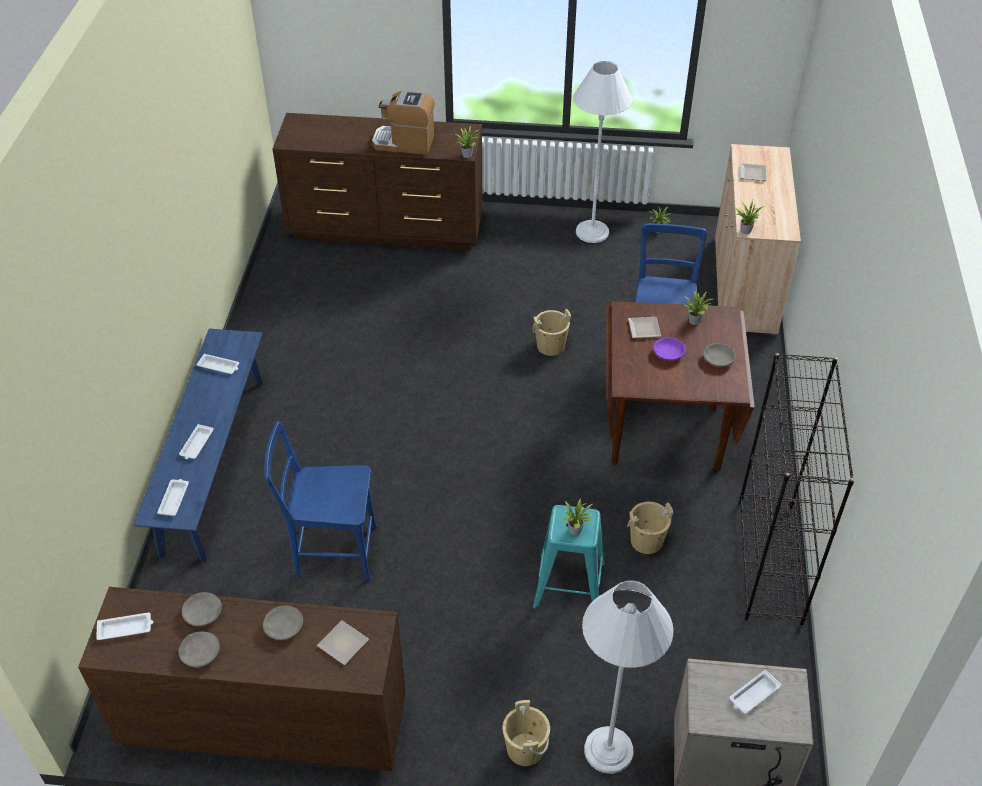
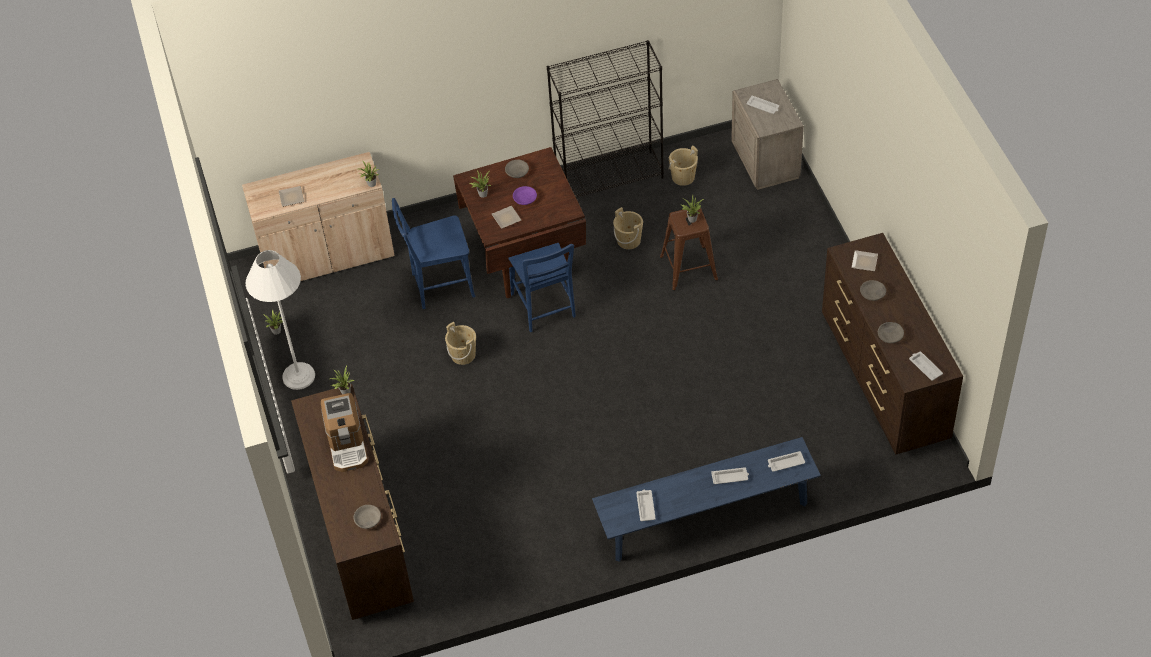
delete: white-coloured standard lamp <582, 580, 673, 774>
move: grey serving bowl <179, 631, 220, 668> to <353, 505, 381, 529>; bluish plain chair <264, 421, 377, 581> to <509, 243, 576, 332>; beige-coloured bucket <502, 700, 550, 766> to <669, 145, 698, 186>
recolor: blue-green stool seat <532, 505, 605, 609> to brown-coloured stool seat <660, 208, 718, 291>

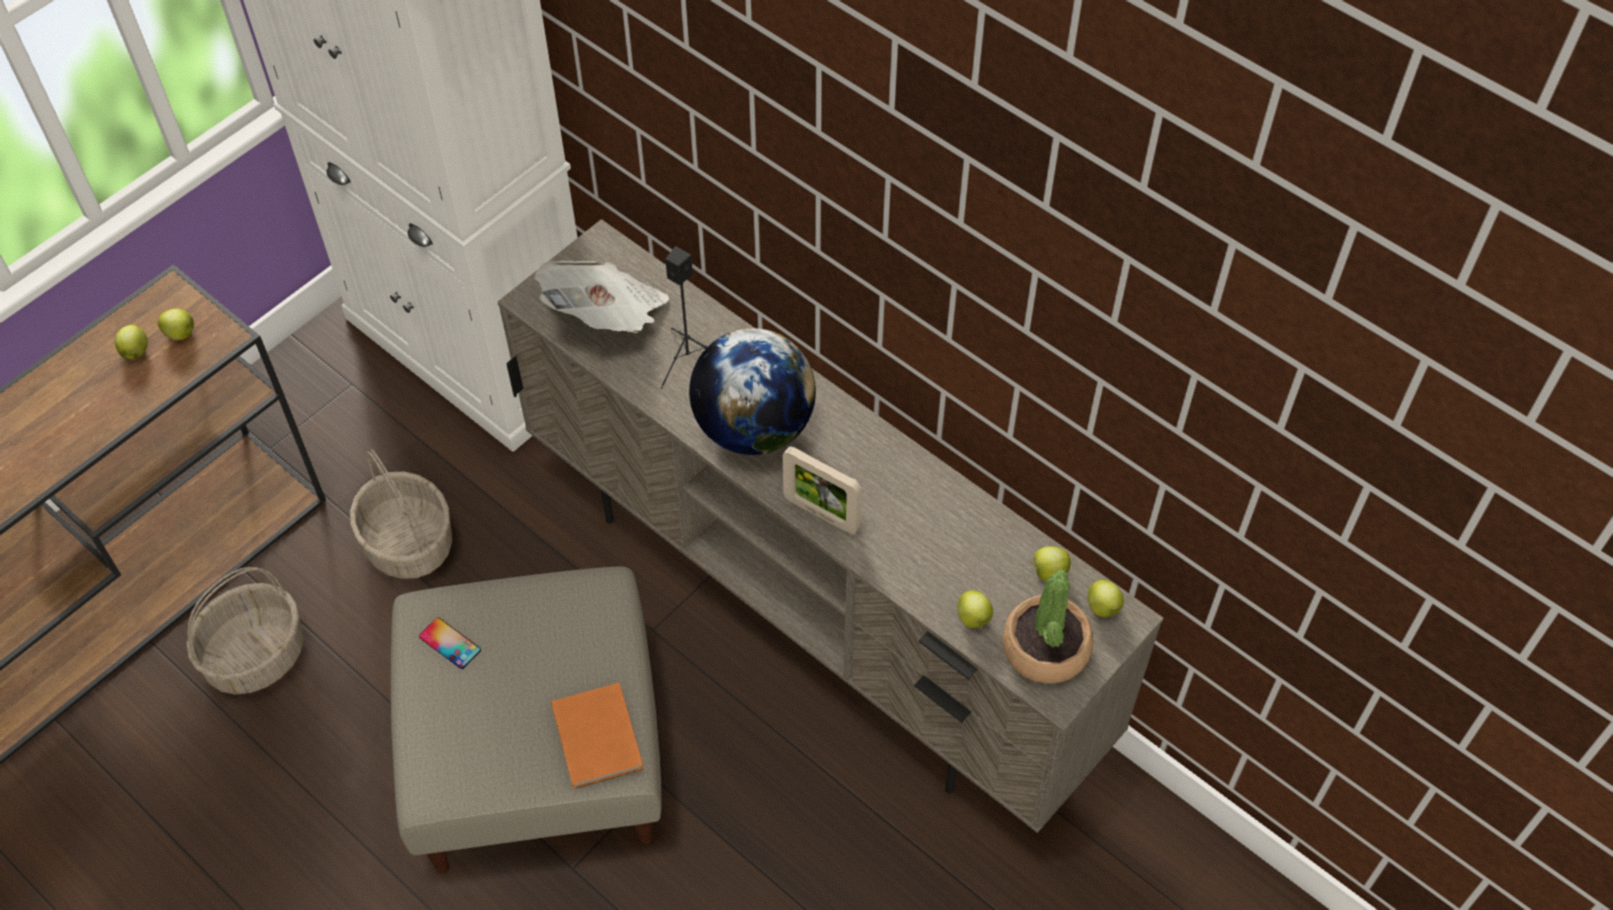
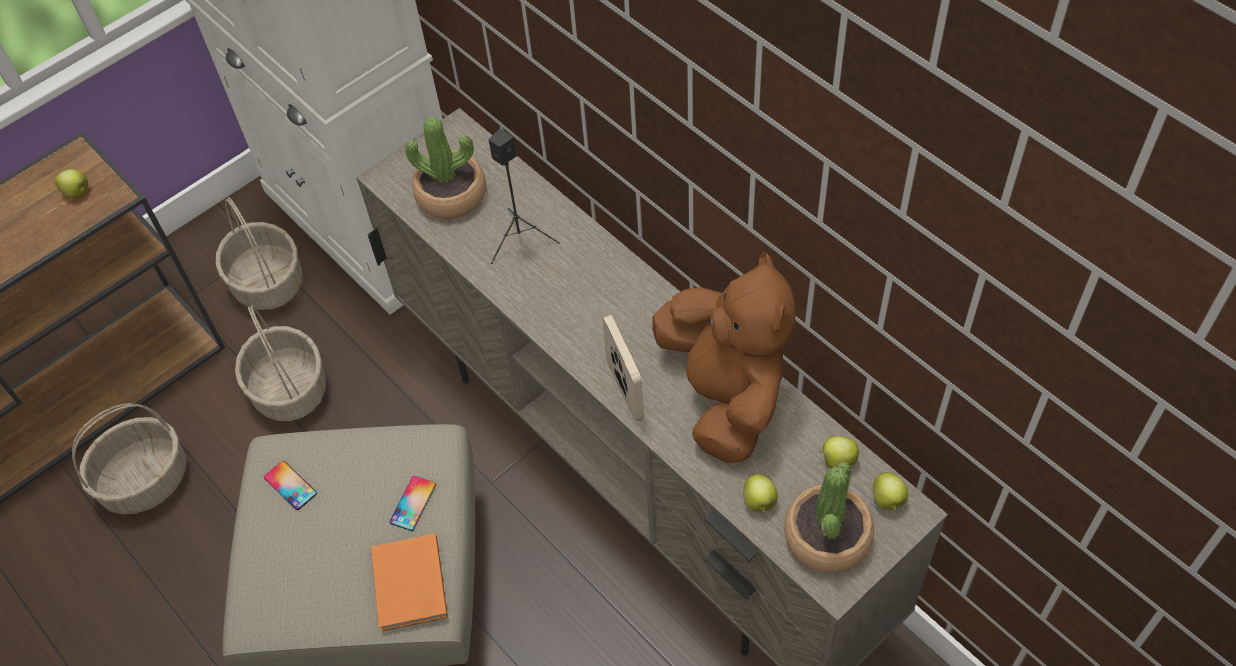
delete: whole apple <115, 325, 148, 360>; desk globe <689, 328, 816, 455>
insert: storage basket <216, 197, 303, 310>; telephone <389, 476, 436, 531>; brown-coloured plush toy <652, 251, 796, 463>
replace: daily paper <535, 261, 669, 333> to plant in a pot <405, 117, 486, 219>
rotate: picture frame <783, 446, 862, 535> = <602, 315, 644, 421> 150 degrees counterclockwise

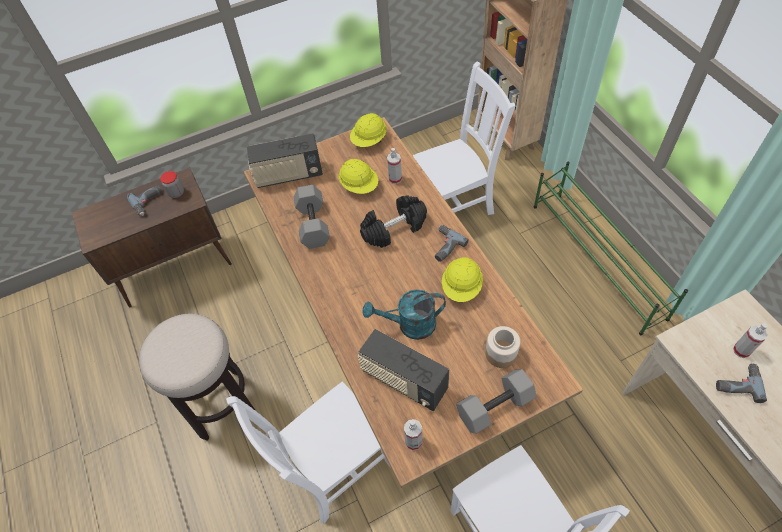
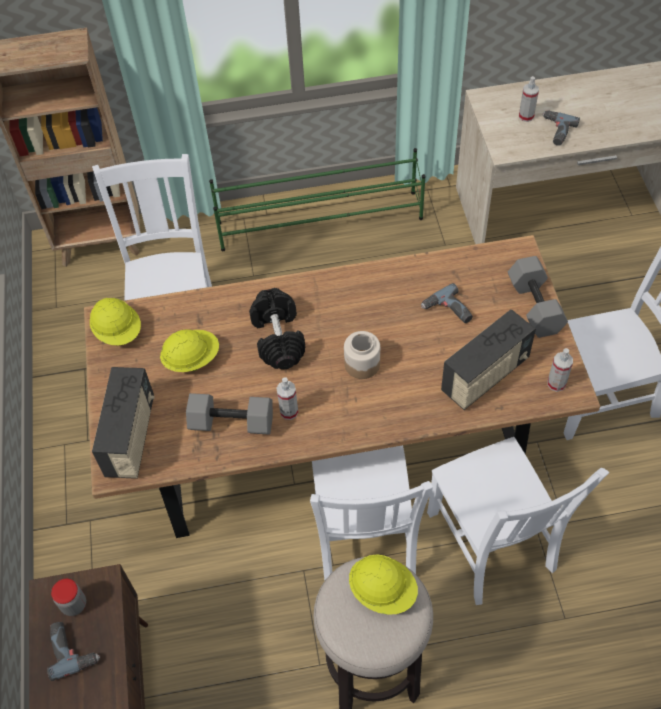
delete: blue-green watering can <363, 289, 446, 340>
insert: white-coloured plain chair <310, 445, 433, 581>
move: hand sprayer <387, 148, 402, 184> to <276, 377, 299, 420>; drill <435, 225, 469, 262> to <421, 283, 473, 323>; yellowish work helmet <442, 257, 483, 302> to <349, 555, 418, 615>; storage jar <485, 326, 520, 368> to <344, 331, 380, 379>

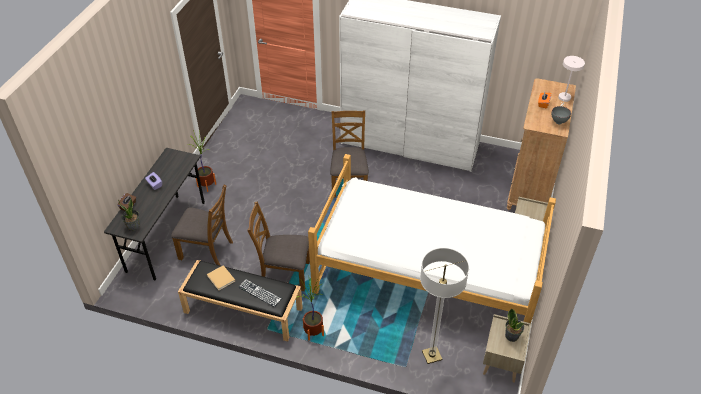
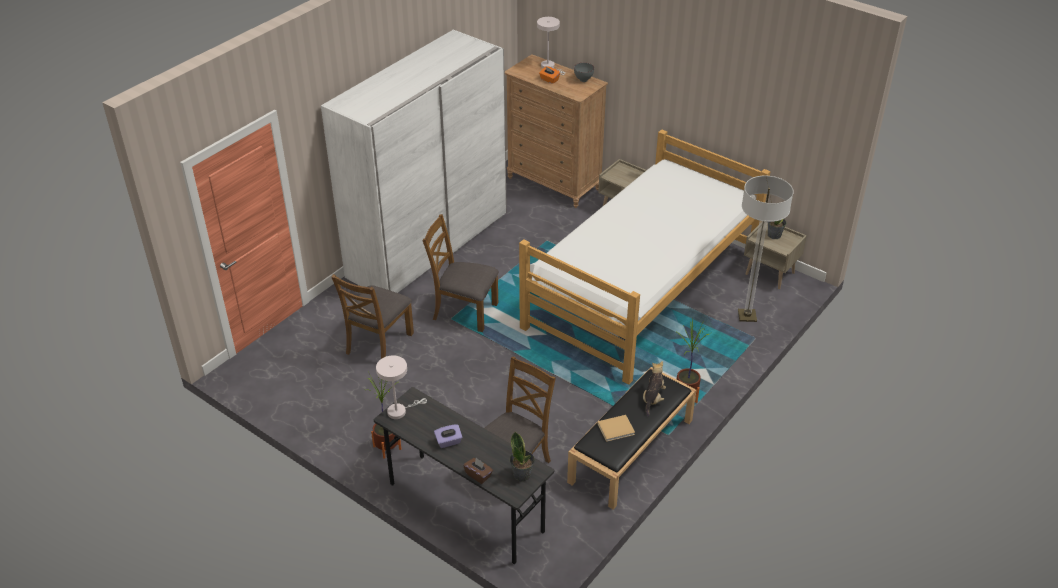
insert: white-coloured tabletop lamp <376, 355, 427, 419>
move: brown-coloured plain chair <247, 201, 310, 291> to <331, 274, 414, 359>
replace: keyboard <238, 279, 282, 307> to plush toy <643, 361, 666, 417>

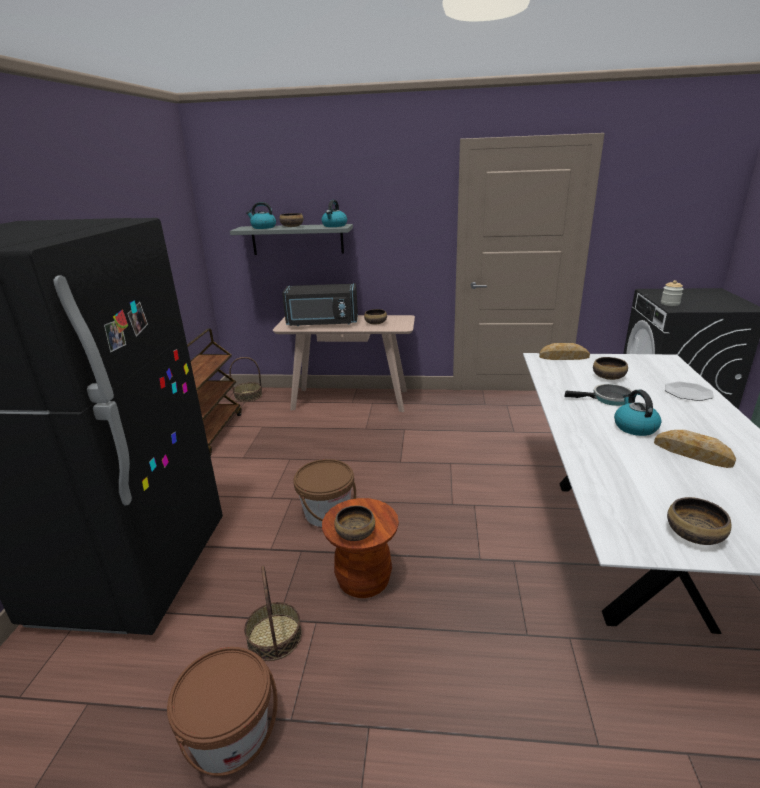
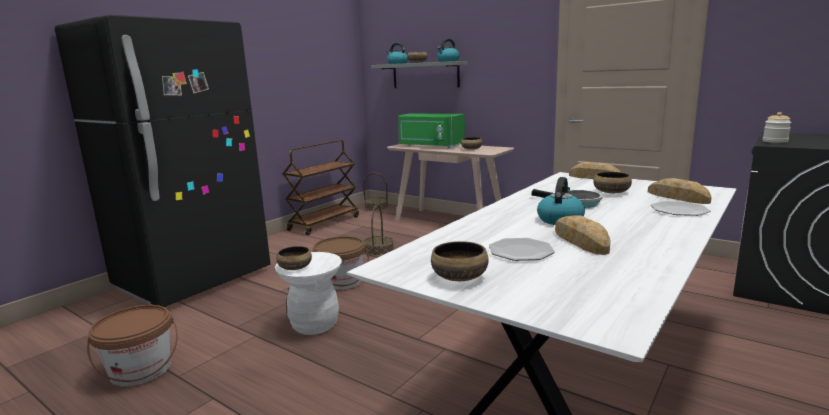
insert: flat dish <489, 238, 555, 261>; bread <648, 178, 712, 204>
move: storage basket <244, 565, 302, 661> to <363, 205, 394, 256>
recolor: black microwave <282, 284, 358, 326> to green-coloured microwave <398, 113, 465, 148>; brown-coloured stool seat <322, 498, 399, 598> to white-coloured stool seat <275, 252, 342, 335>

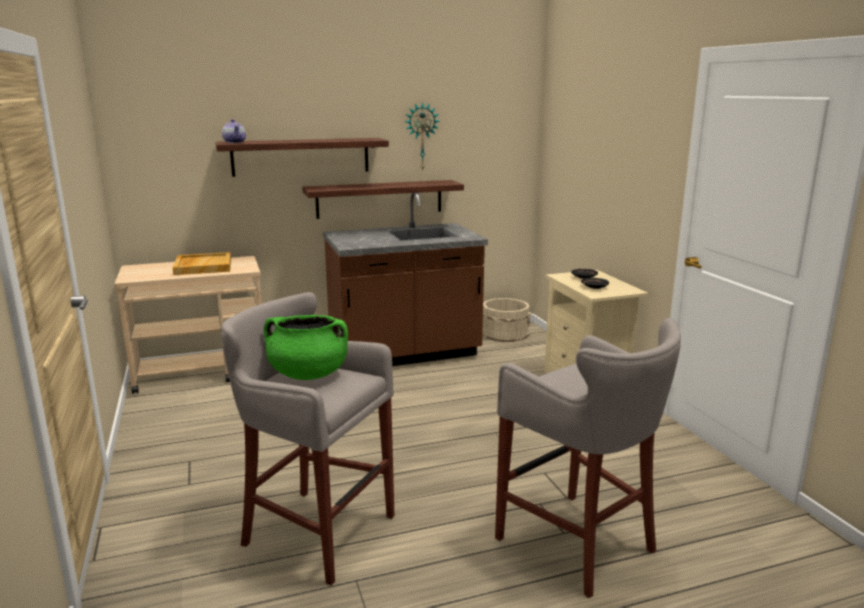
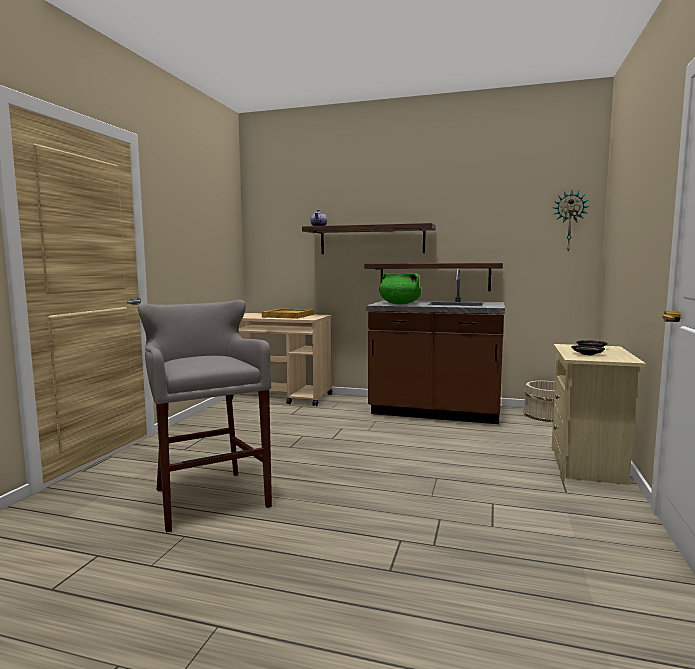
delete: grey stool seat <495, 318, 681, 598>
move: green-coloured saucepot <264, 315, 348, 380> to <379, 273, 421, 304>; clock on the wall <405, 102, 440, 171> to <553, 191, 589, 252>

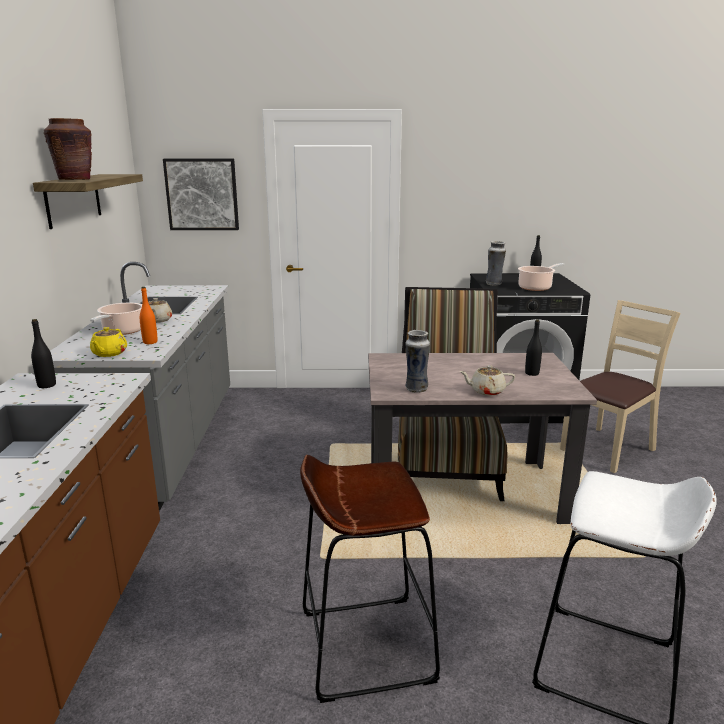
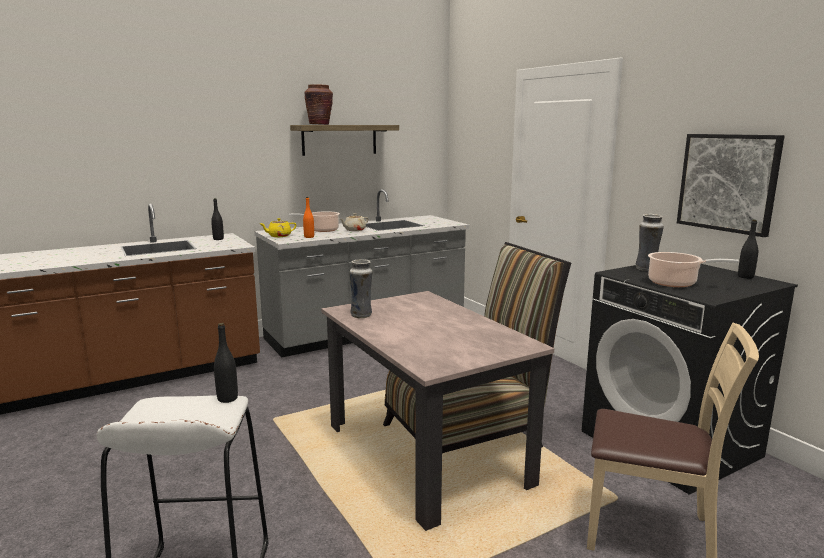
delete: brown-coloured stool seat <300, 455, 440, 703>; beige-coloured teapot <459, 365, 515, 396>
move: picture <163, 159, 239, 230> to <677, 134, 785, 237>; black bottle <525, 320, 542, 376> to <214, 323, 238, 403>

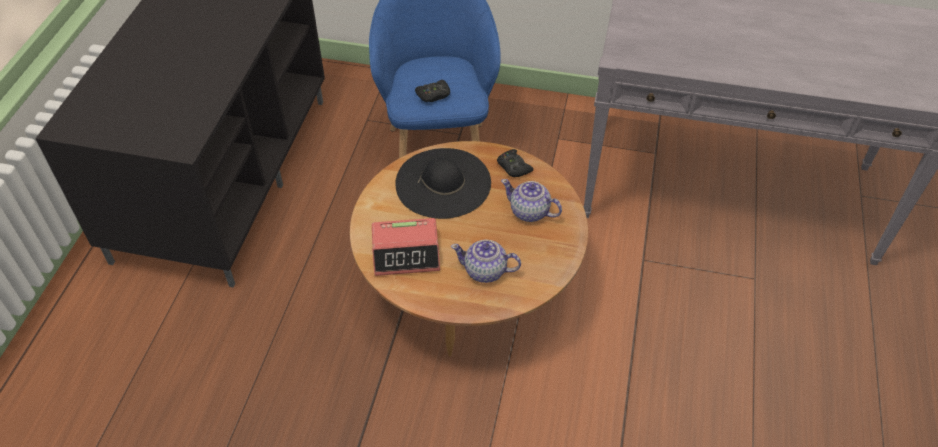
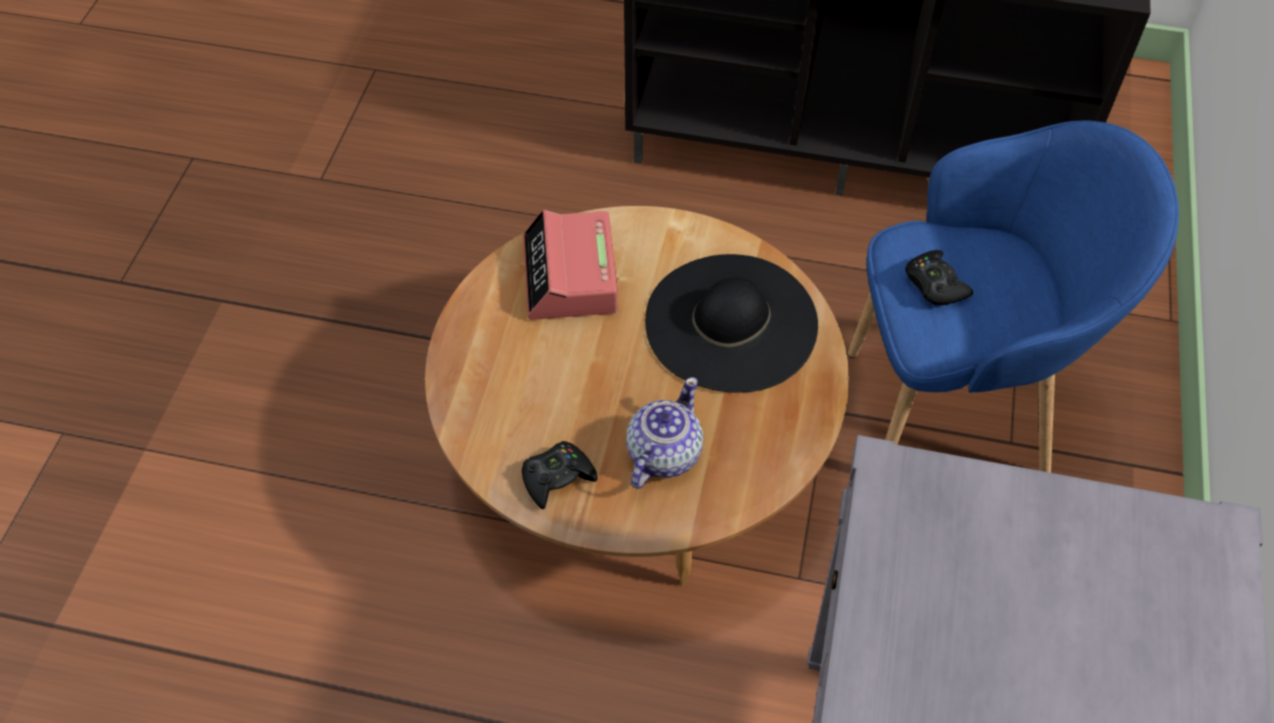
delete: teapot <451, 240, 521, 283>
move: black gamepad <497, 149, 533, 177> to <522, 441, 598, 509>

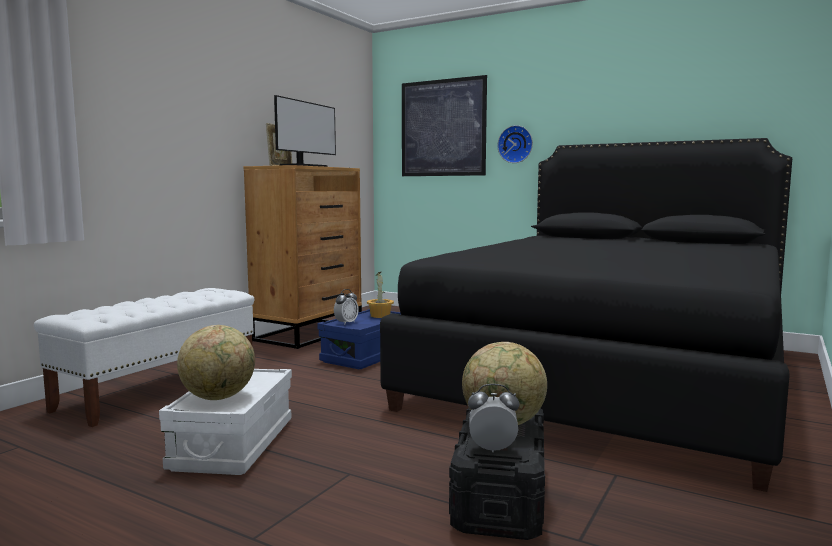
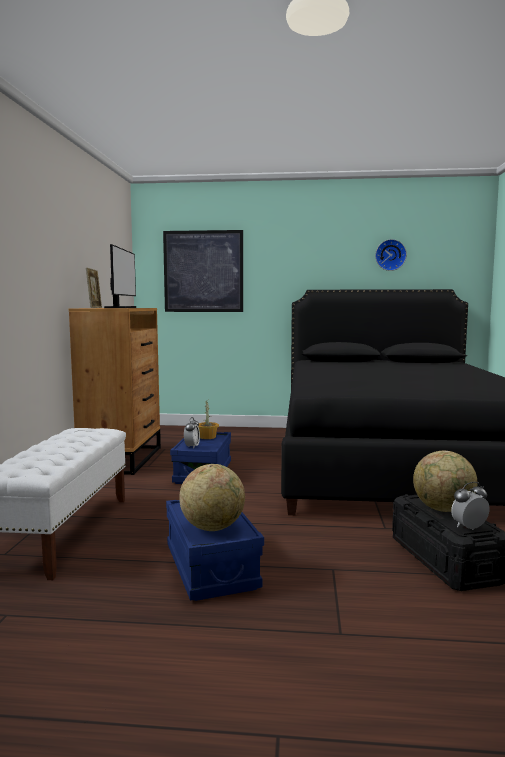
move: clock on the wall <497, 125, 533, 163> to <375, 239, 407, 271>
recolor: white-coloured storage container <159, 369, 292, 475> to bluish storage container <166, 500, 264, 601>

